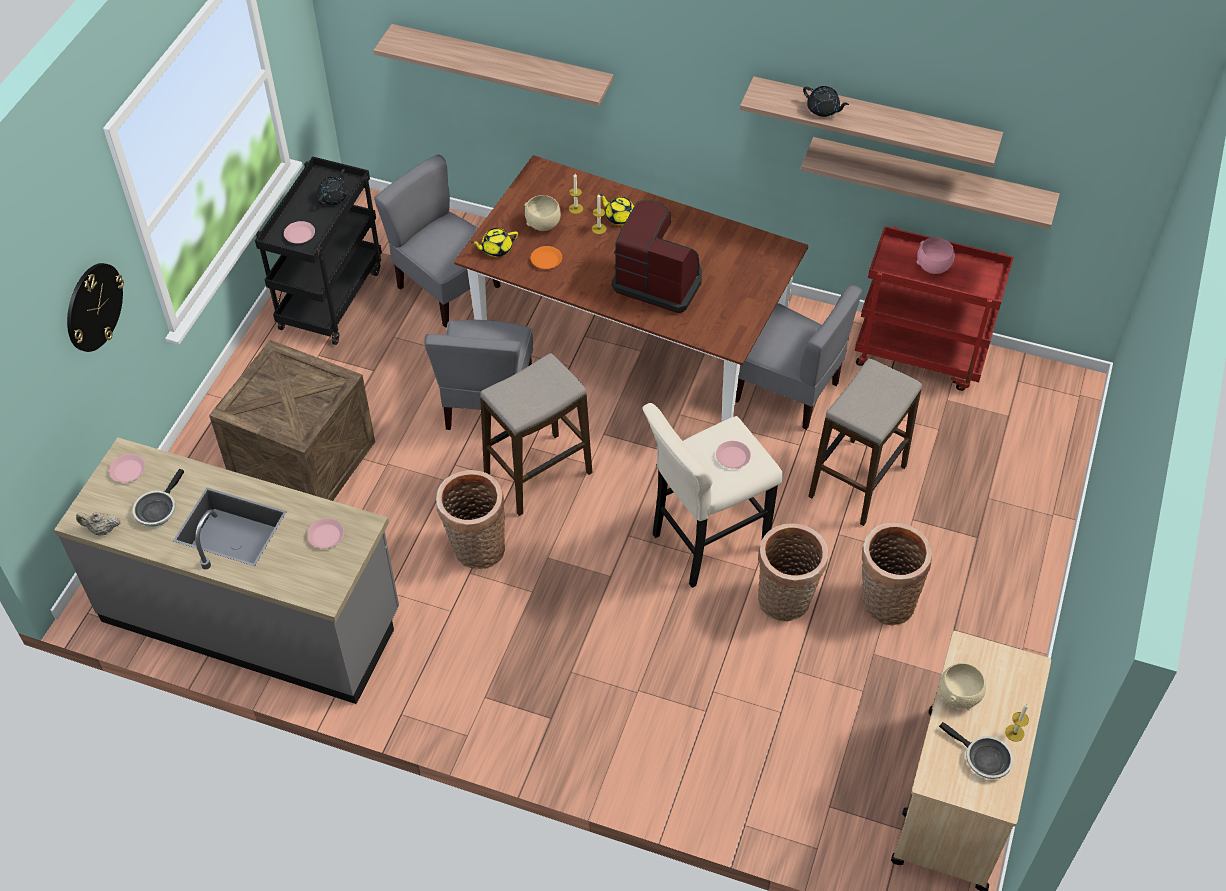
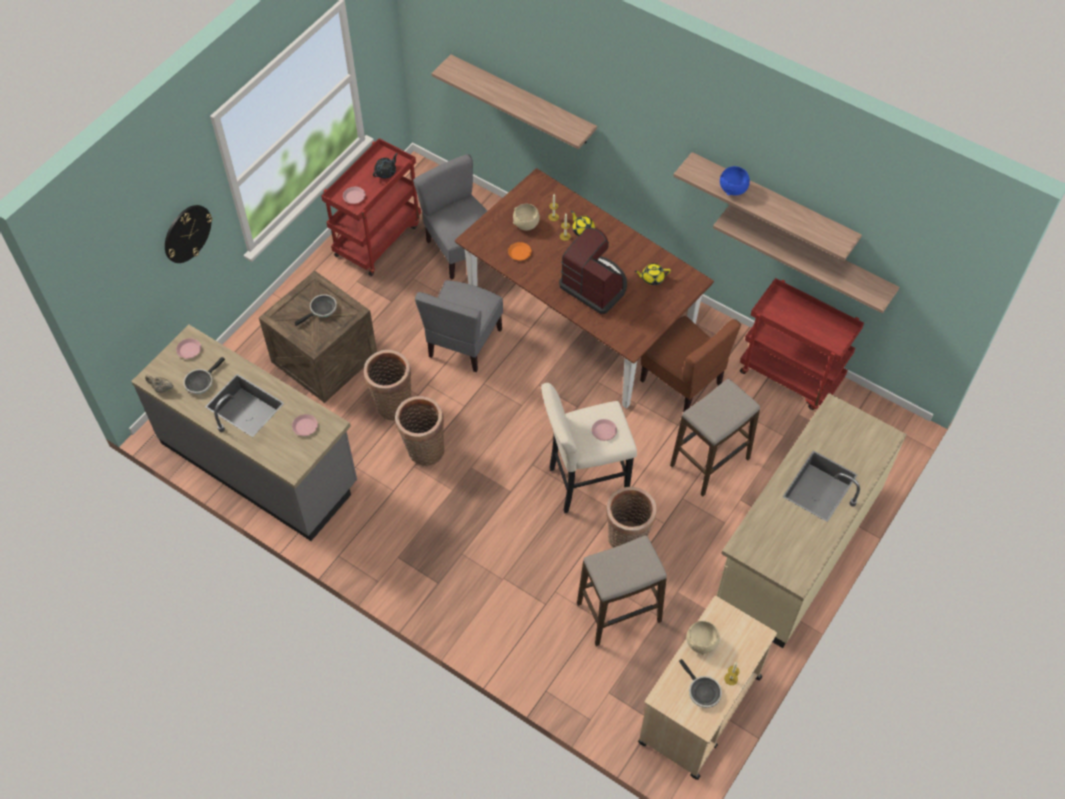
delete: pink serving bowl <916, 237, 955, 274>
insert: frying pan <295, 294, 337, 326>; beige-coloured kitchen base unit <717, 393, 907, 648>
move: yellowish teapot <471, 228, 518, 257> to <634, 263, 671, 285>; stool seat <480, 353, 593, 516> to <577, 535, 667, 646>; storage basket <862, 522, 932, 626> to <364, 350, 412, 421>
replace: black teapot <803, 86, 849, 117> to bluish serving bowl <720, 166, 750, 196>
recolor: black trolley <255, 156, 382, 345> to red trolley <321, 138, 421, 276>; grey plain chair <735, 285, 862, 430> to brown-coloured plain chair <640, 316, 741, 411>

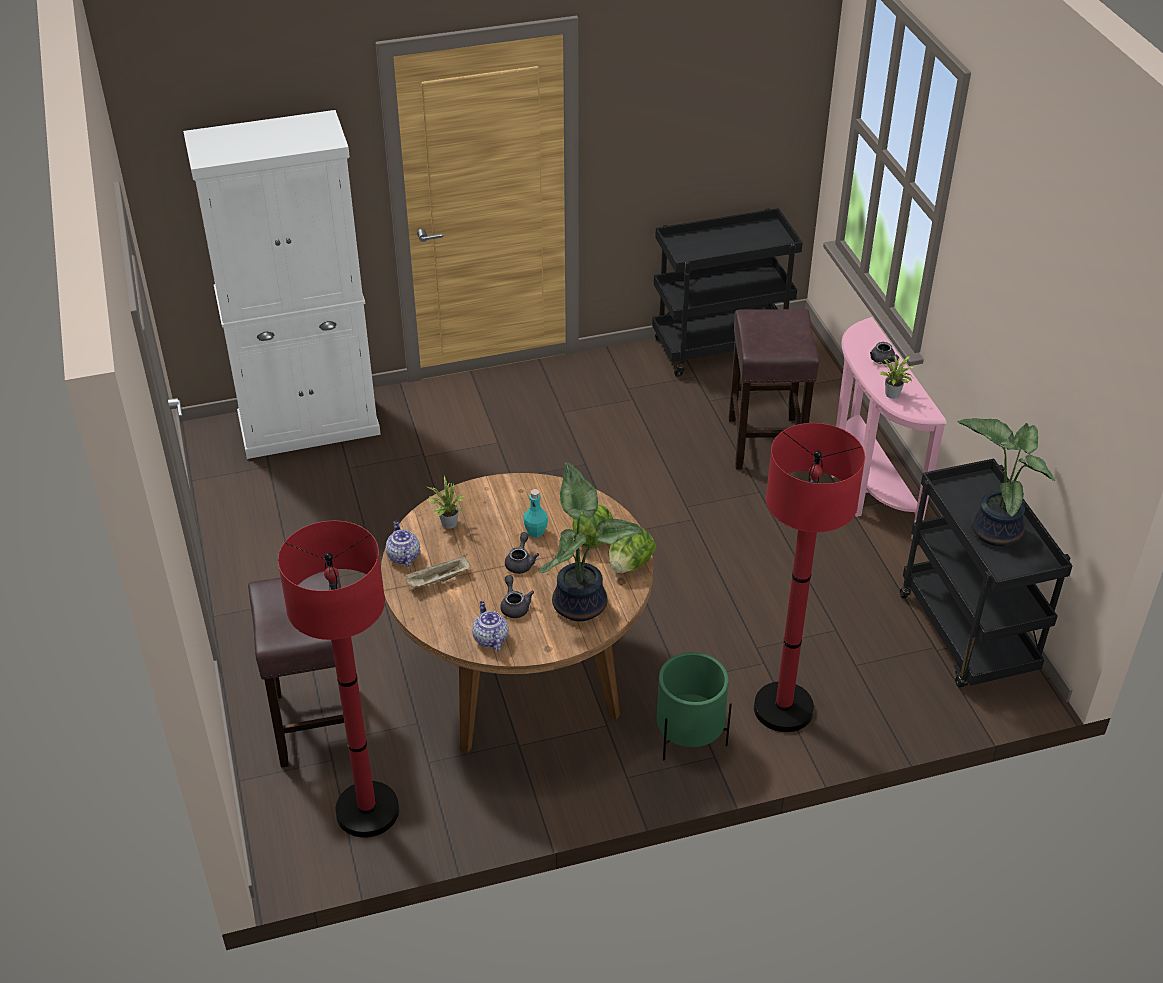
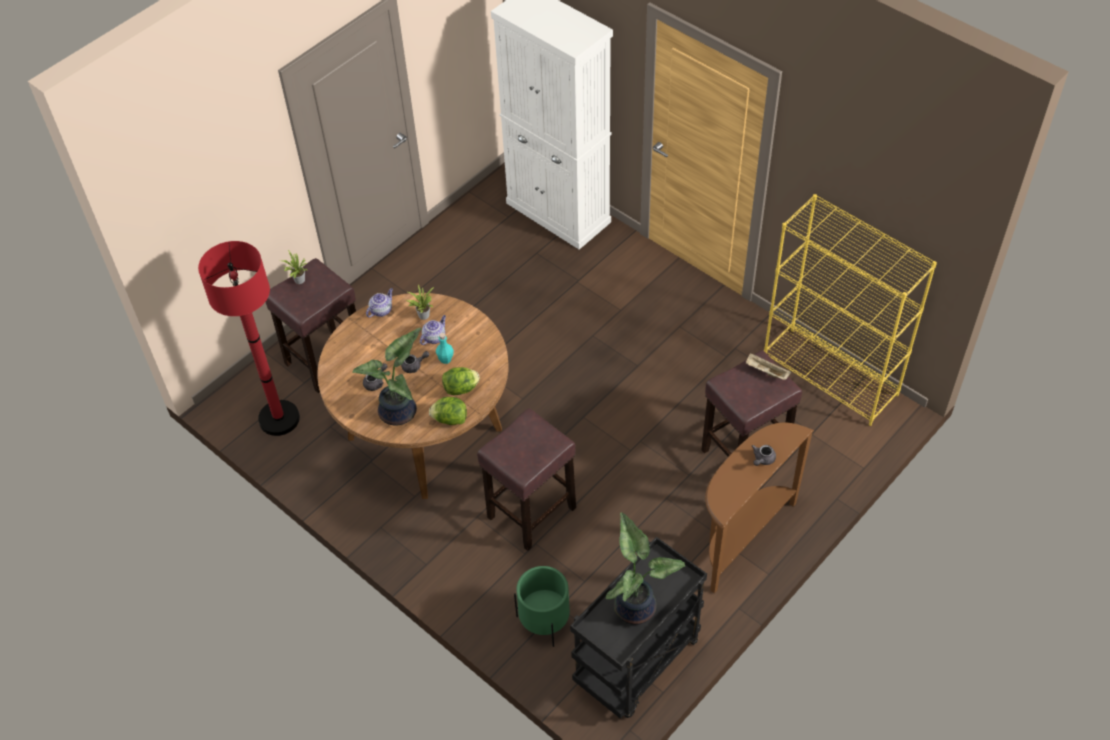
delete: red standard lamp <754, 423, 865, 732>
insert: brown-coloured stool seat <477, 408, 576, 551>
move: beige-coloured serving tray <404, 555, 470, 588> to <746, 353, 791, 380>; teapot <472, 601, 508, 651> to <420, 315, 446, 345>; green-coloured planter <656, 652, 732, 760> to <514, 566, 570, 647>; plant in a pot <878, 356, 915, 399> to <282, 250, 307, 284>
replace: black trolley <652, 208, 803, 377> to yellowish bookcase <764, 194, 937, 426>
recolor: pink hall table <831, 317, 947, 539> to brown-coloured hall table <705, 423, 814, 593>

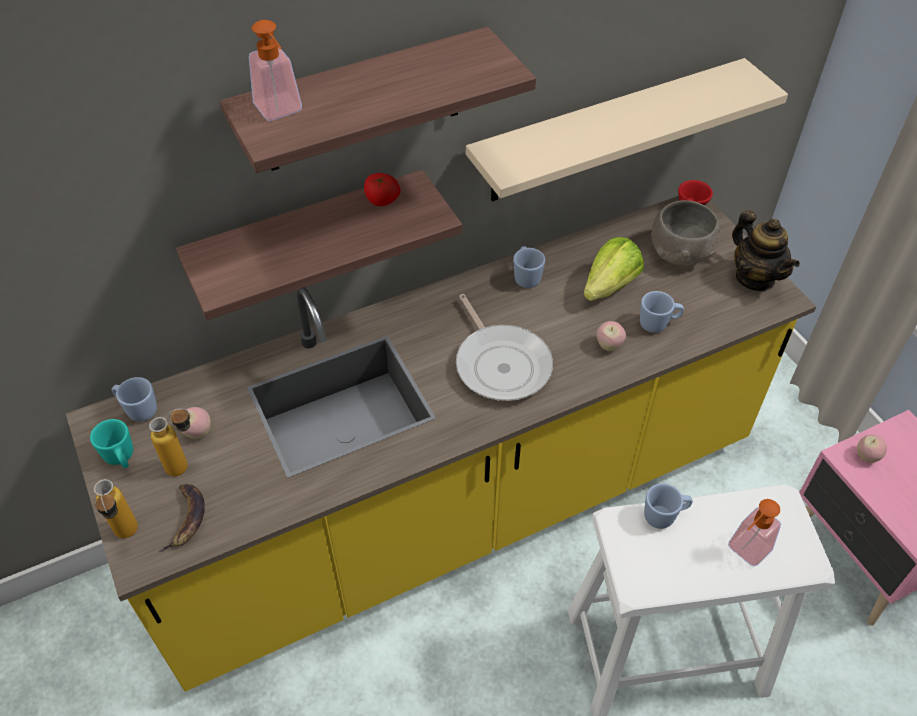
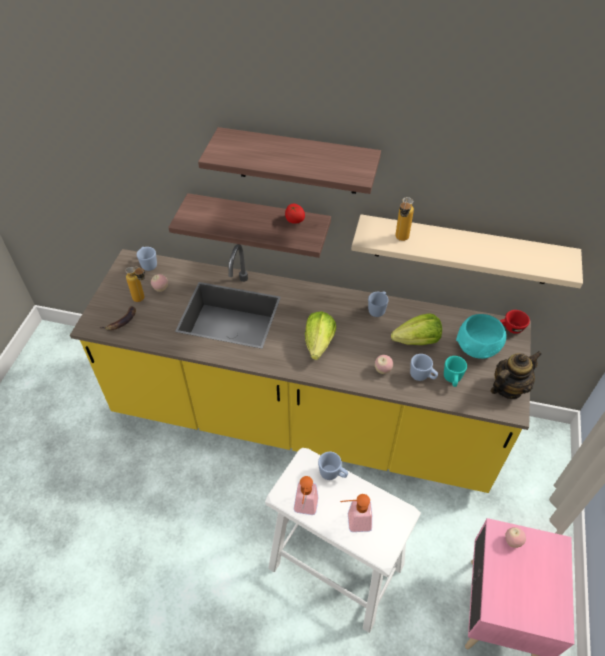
move: blue-green tea mug <90, 419, 133, 468> to <444, 356, 467, 387>; bottle <94, 479, 138, 538> to <395, 197, 414, 241>; liquid soap bottle <249, 20, 302, 121> to <294, 476, 319, 515>
replace: frying pan <456, 294, 553, 401> to lettuce head <305, 311, 336, 360>
recolor: grey serving bowl <652, 200, 720, 266> to blue-green serving bowl <456, 314, 507, 359>
rotate: teapot <732, 210, 800, 291> = <491, 351, 541, 399> 135 degrees counterclockwise

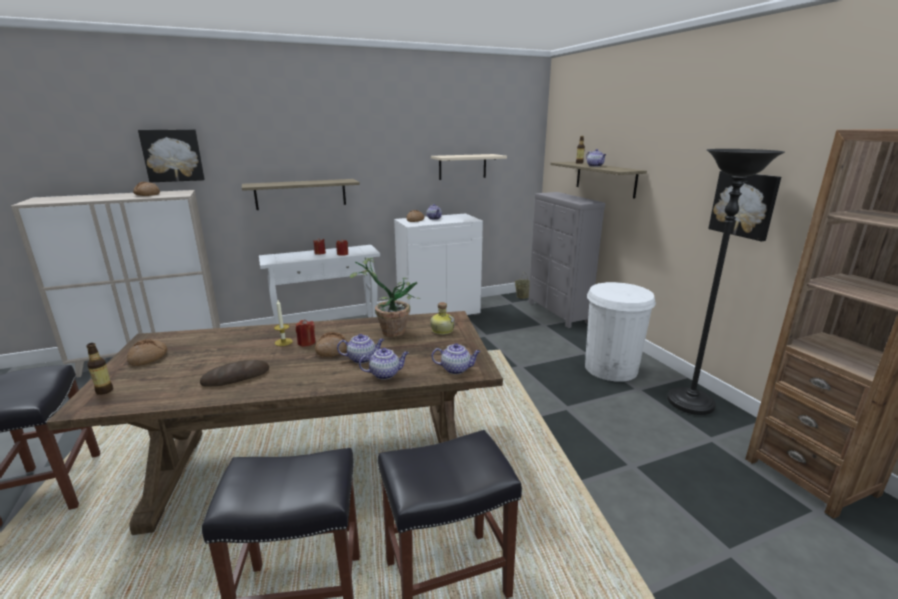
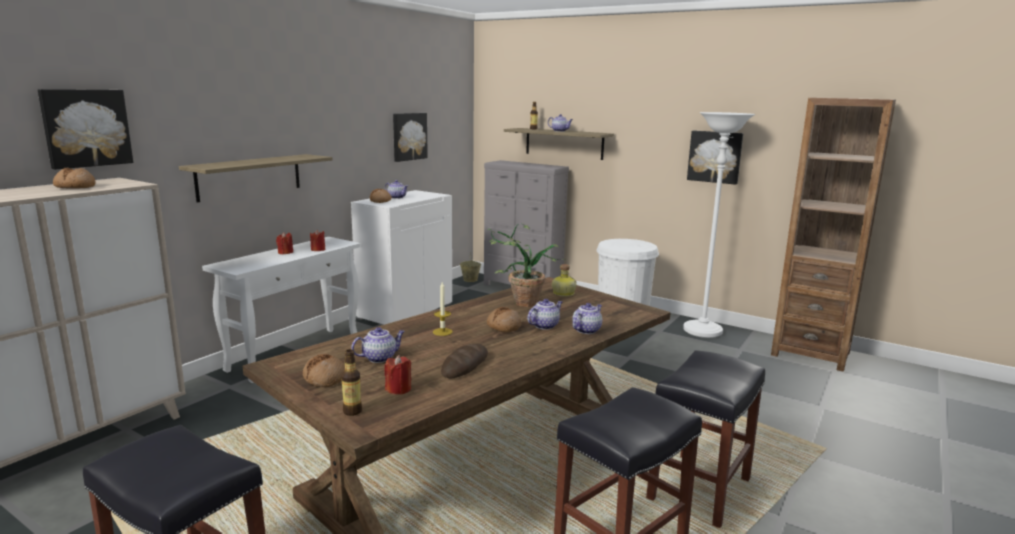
move: red wax light <296, 319, 316, 347> to <384, 355, 411, 395>; teapot <431, 343, 481, 374> to <351, 327, 405, 363>
replace: beige-coloured bracket shelf <431, 154, 507, 180> to picture <393, 113, 428, 162>
recolor: black standard lamp <667, 149, 785, 415> to white-coloured standard lamp <683, 112, 756, 338>

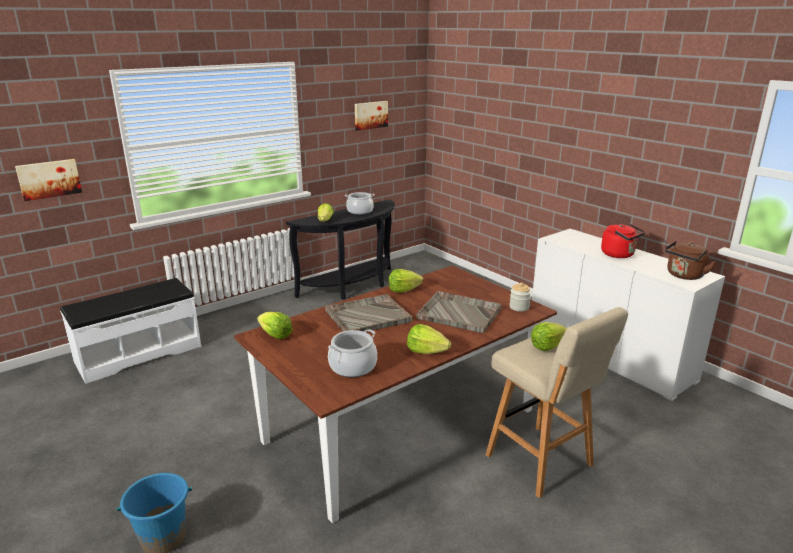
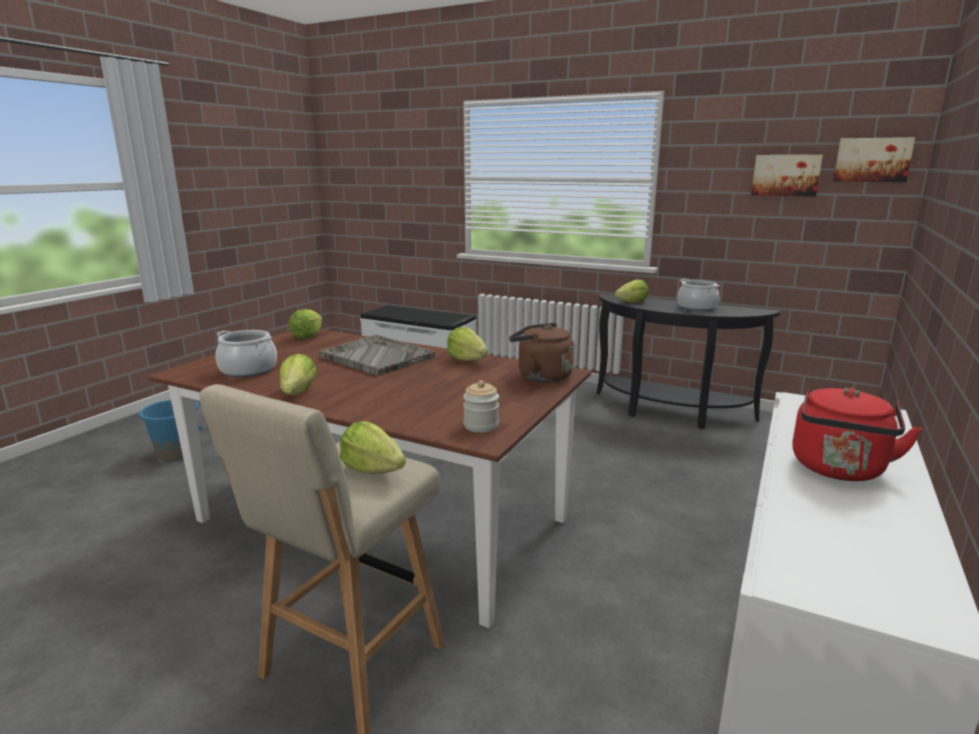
delete: grey serving tray <416, 291, 502, 333>
move: picture <15, 159, 82, 201> to <833, 137, 915, 182>; brown-coloured tea kettle <665, 241, 716, 280> to <509, 323, 574, 382>

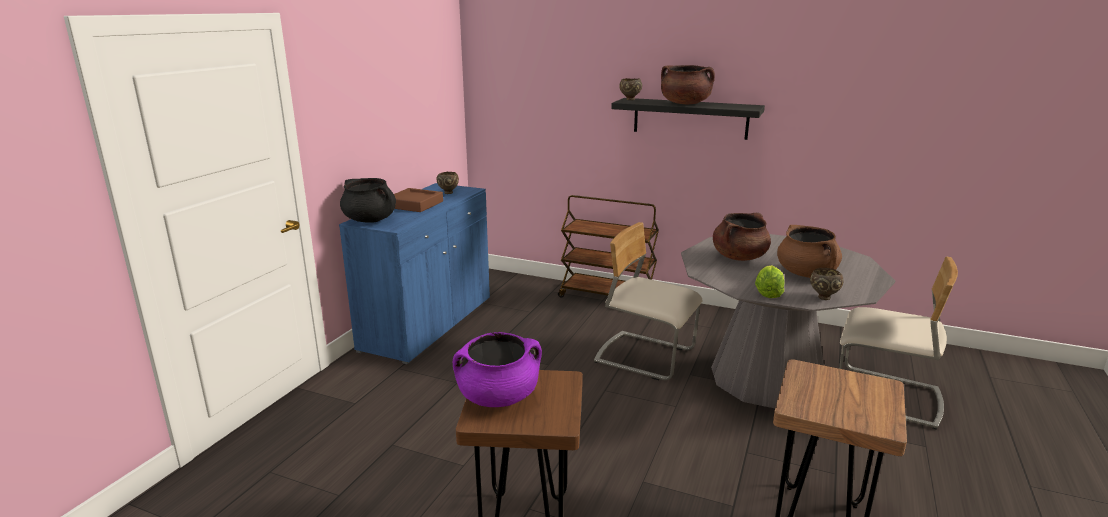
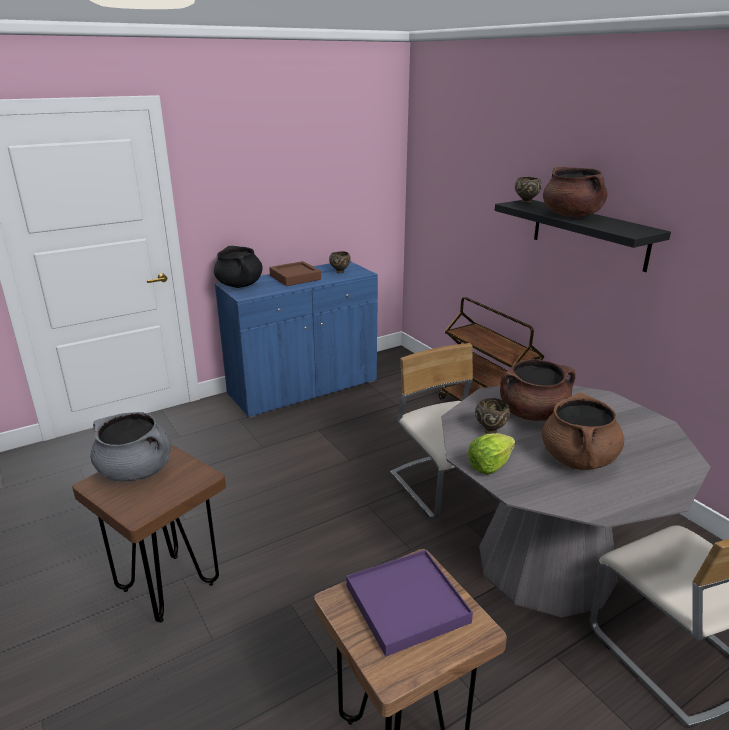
insert: purple-coloured serving tray <346, 550, 473, 657>
move: brown-coloured serving bowl <810, 268, 844, 300> to <475, 398, 510, 434>
recolor: purple-coloured saucepot <453, 332, 542, 407> to grey saucepot <90, 412, 171, 481>

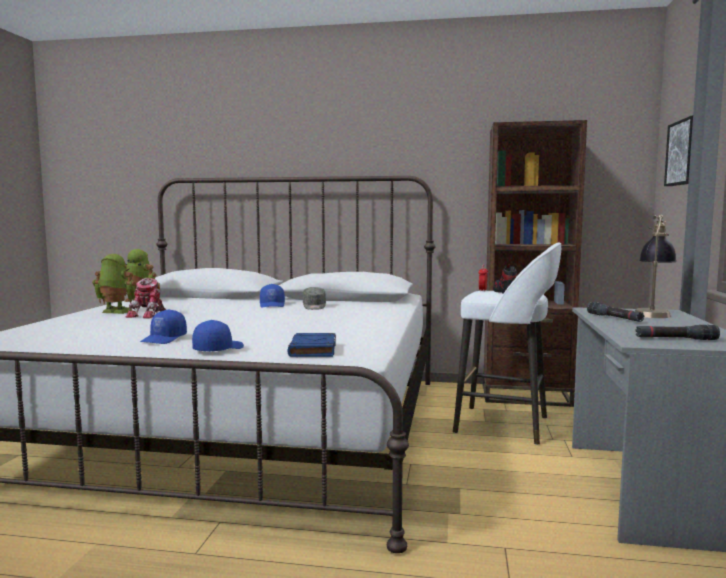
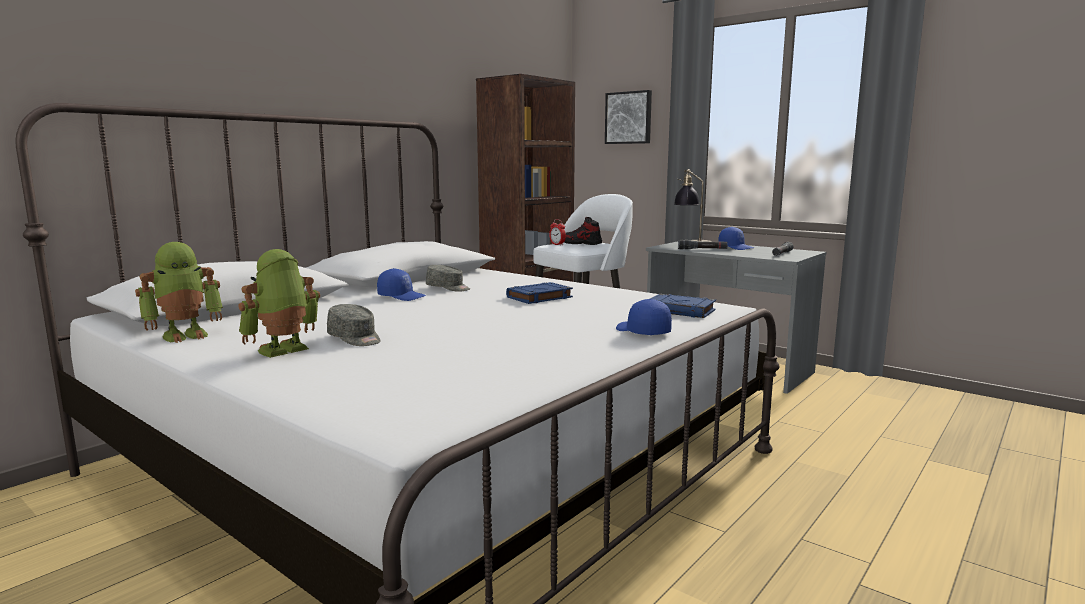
insert: bluish bound book <506, 282, 573, 304>
move: bluish cap <140, 309, 187, 344> to <718, 227, 754, 250>
replace: toy robot <126, 278, 166, 318> to grey cap <327, 304, 381, 346>

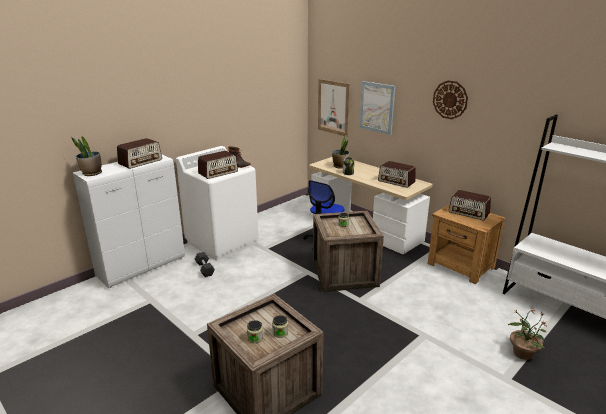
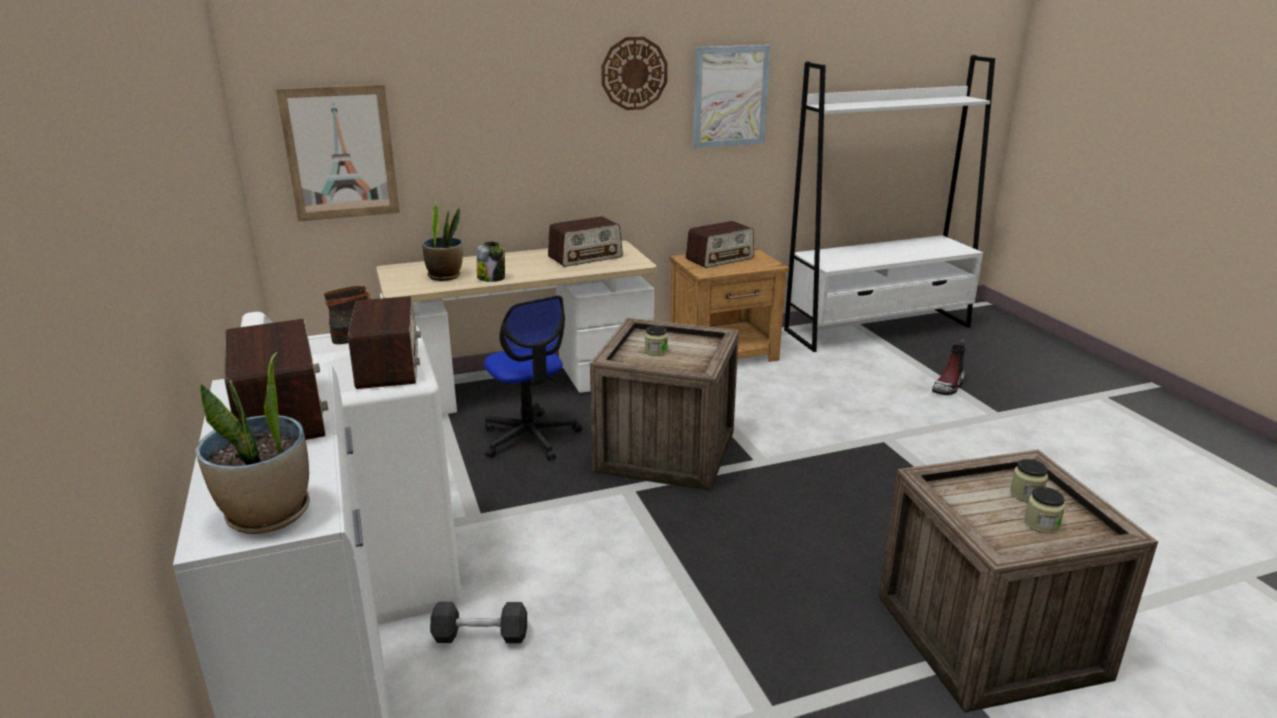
move: picture <360, 81, 395, 135> to <693, 45, 771, 149>
replace: plant in a pot <508, 309, 548, 360> to high-top boot <932, 339, 966, 395>

